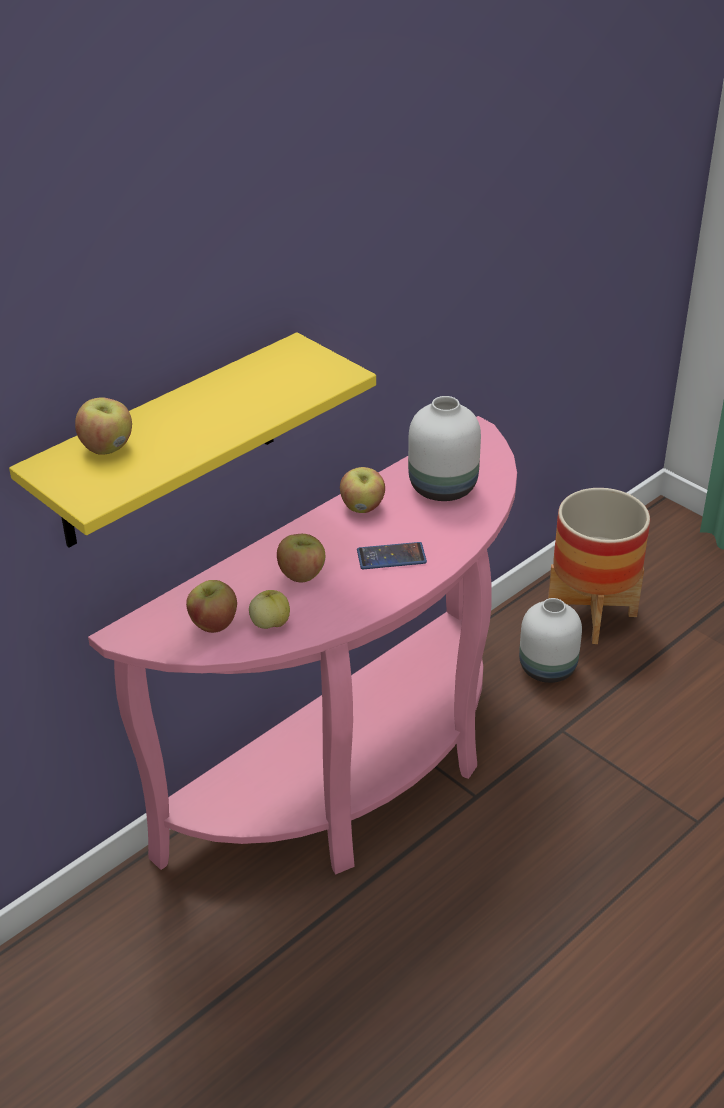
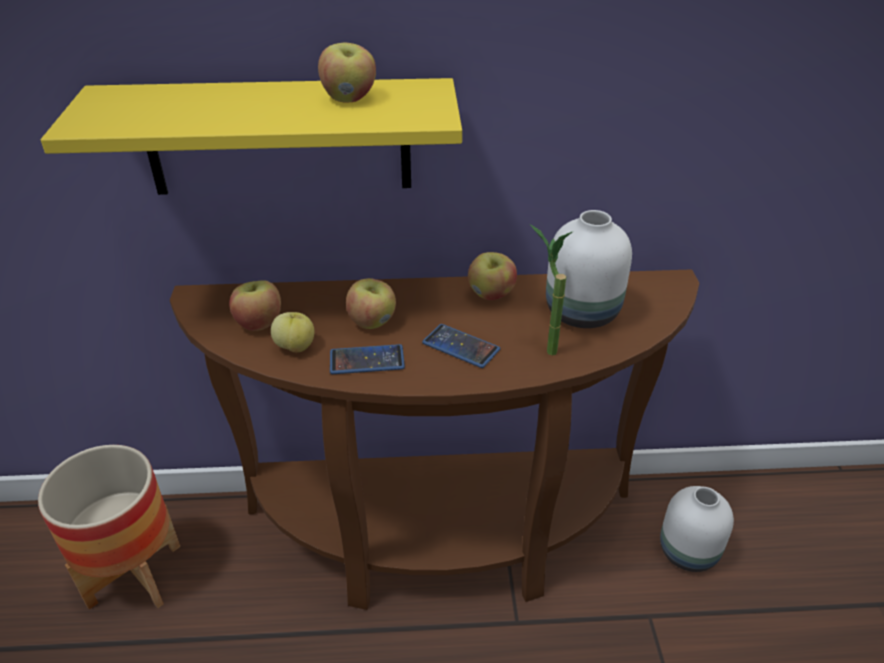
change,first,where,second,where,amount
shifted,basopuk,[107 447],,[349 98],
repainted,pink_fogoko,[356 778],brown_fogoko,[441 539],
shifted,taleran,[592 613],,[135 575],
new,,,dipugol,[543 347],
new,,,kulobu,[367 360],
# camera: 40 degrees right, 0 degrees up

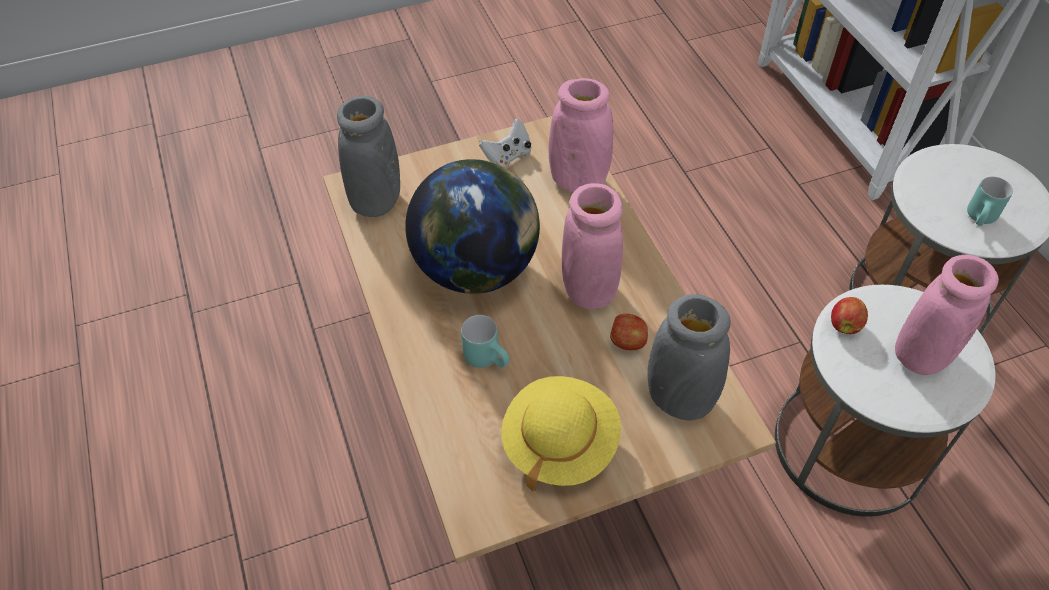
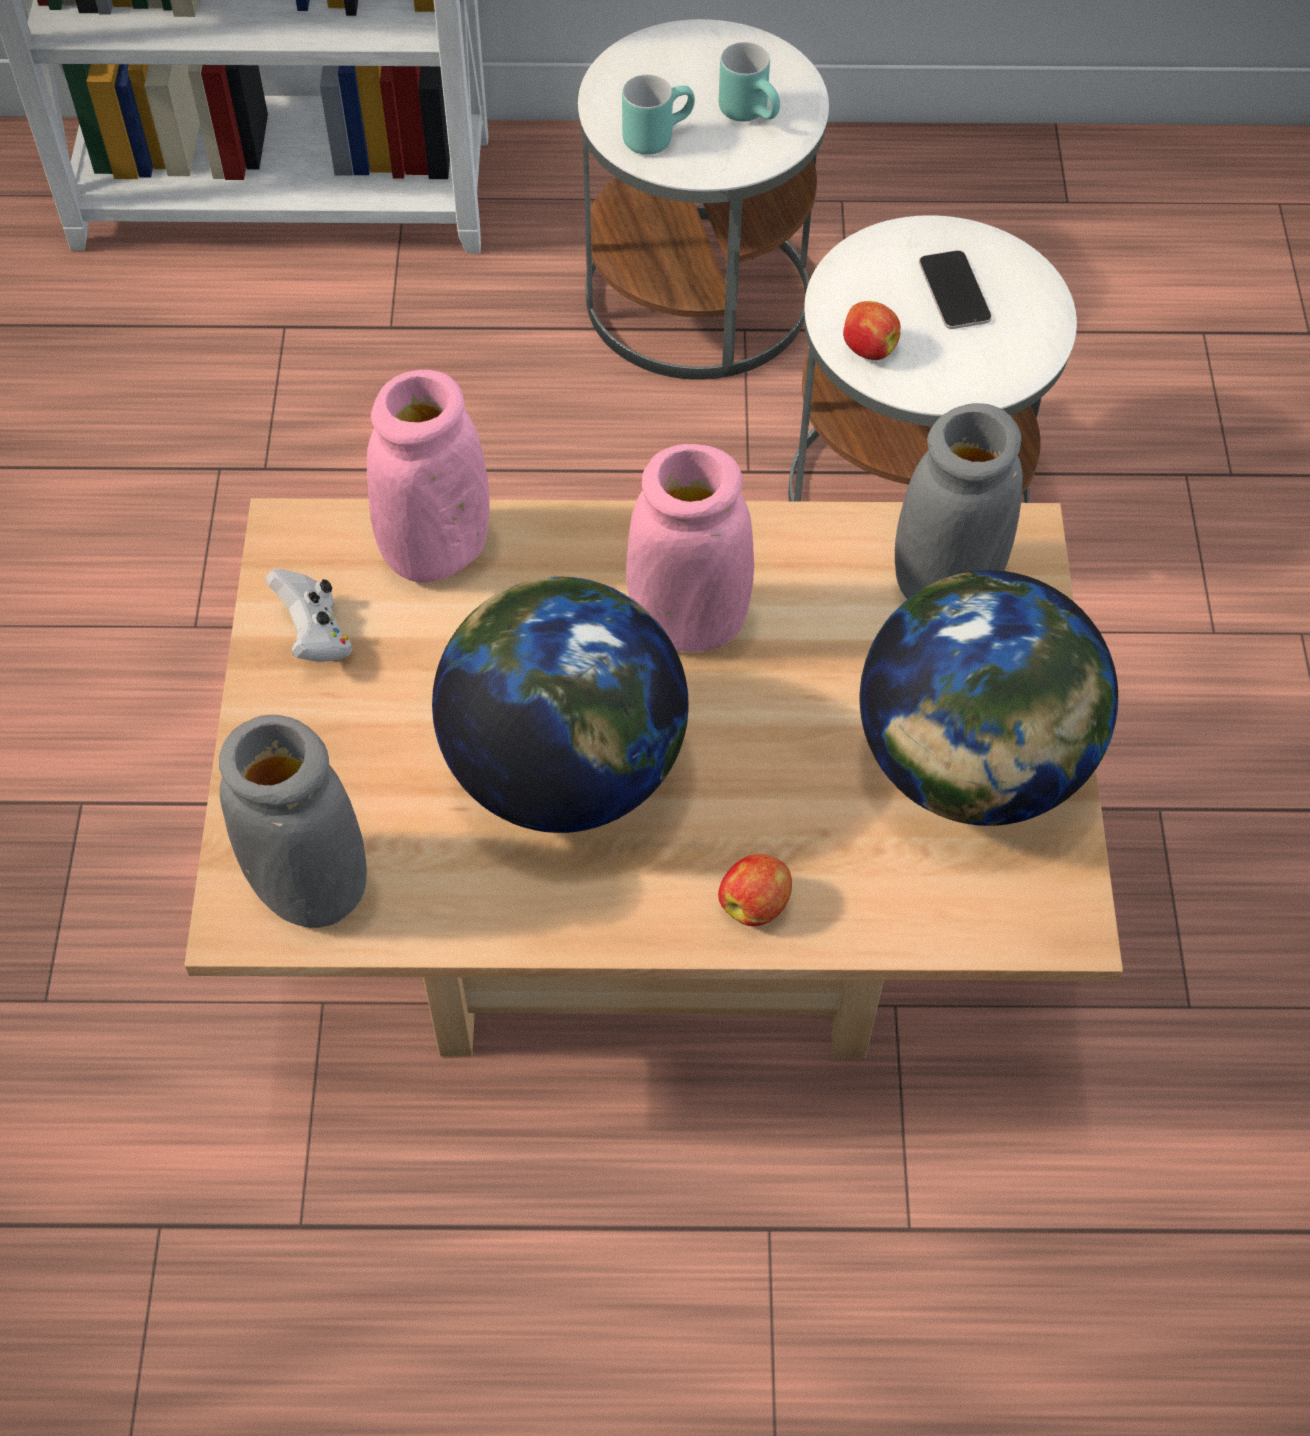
change,first,where,second,where,amount
swapped,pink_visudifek,[922 355],kulobu,[954 291],
shifted,basopuk,[628 342],,[755 904],
shifted,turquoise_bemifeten,[489 358],,[656 135],
swapped,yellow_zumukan,[560 443],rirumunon,[970 765],
# camera: 70 degrees left, 5 degrees up

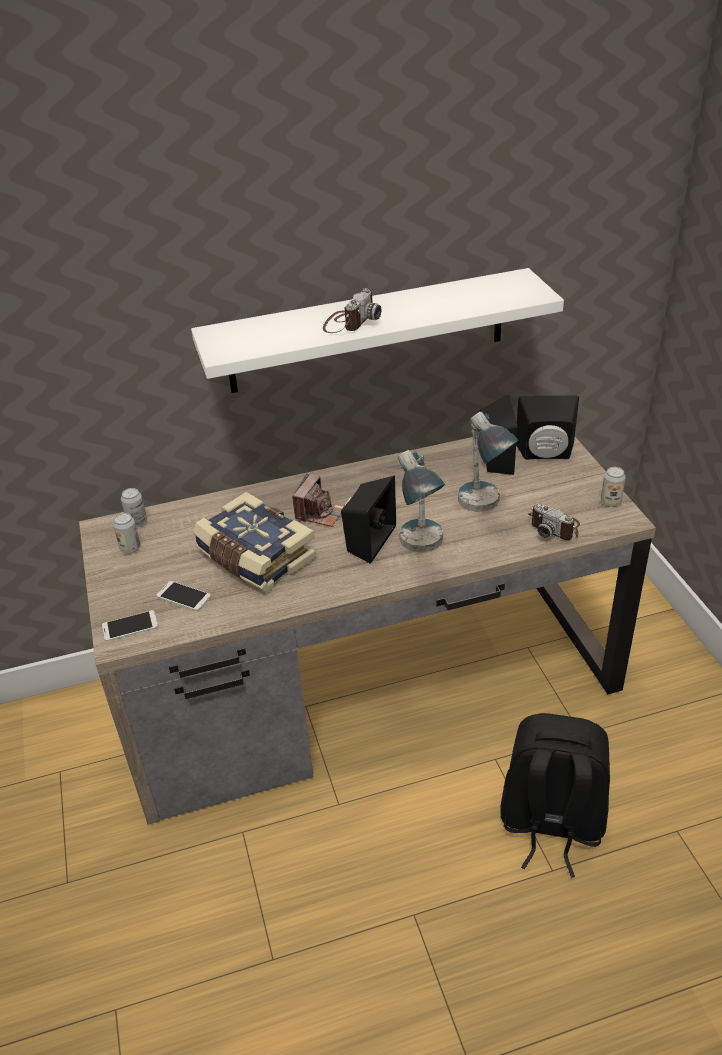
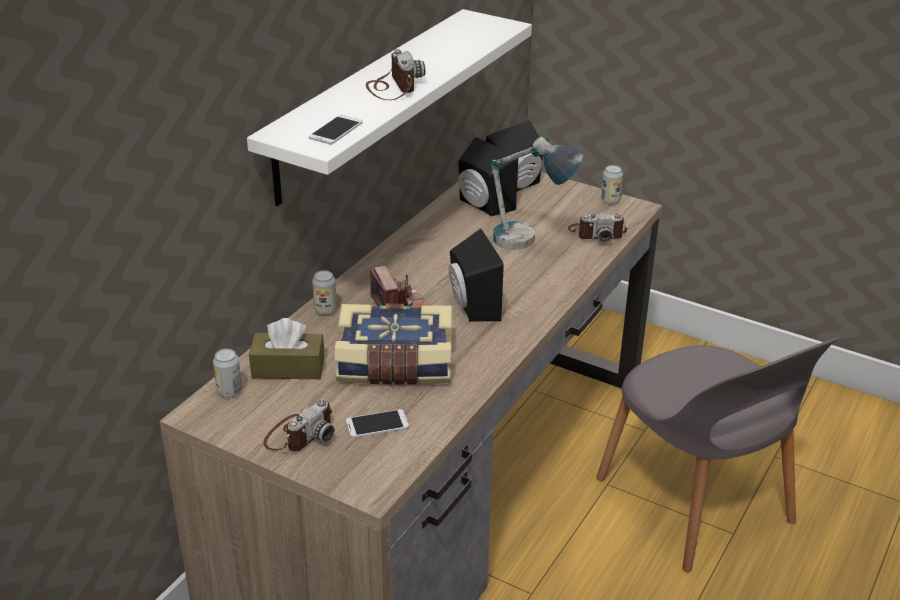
change,first,where,second,where,amount
gone,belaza,[421 551],,,
shifted,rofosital,[130 548],,[325 310],
shifted,kulobu,[130 626],,[336 130],
swapped,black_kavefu,[550 824],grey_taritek,[697 504],
new,,,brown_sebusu,[288 368],
new,,,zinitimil,[299 434],
# camera: 45 degrees left, 5 degrees down

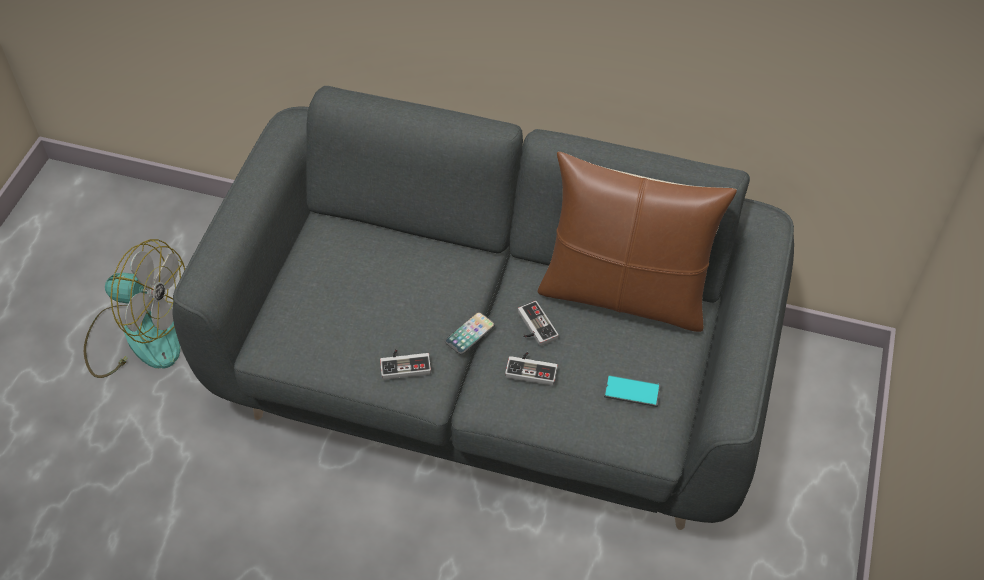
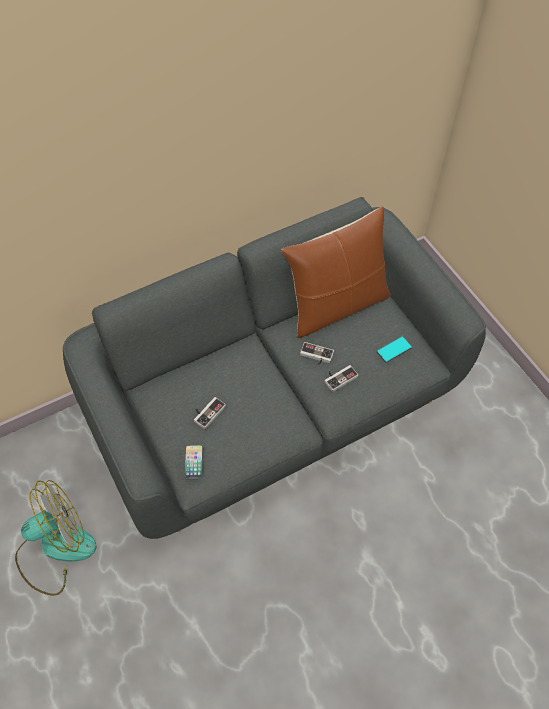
change,first,where,second,where,amount
shifted,kulobu,[470 334],,[193 462],
shifted,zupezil,[405 364],,[207 412],
# camera: 45 degrees left, 5 degrees up

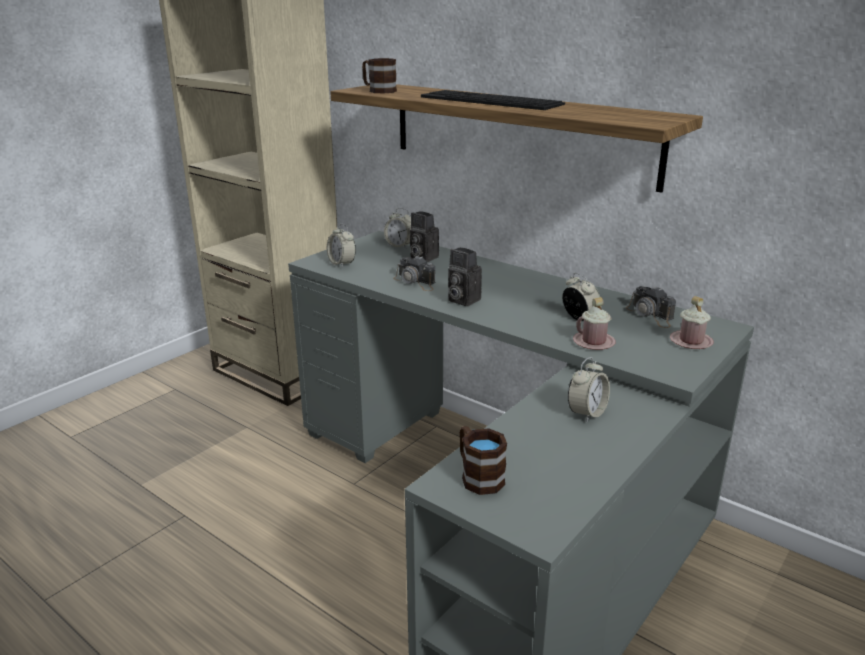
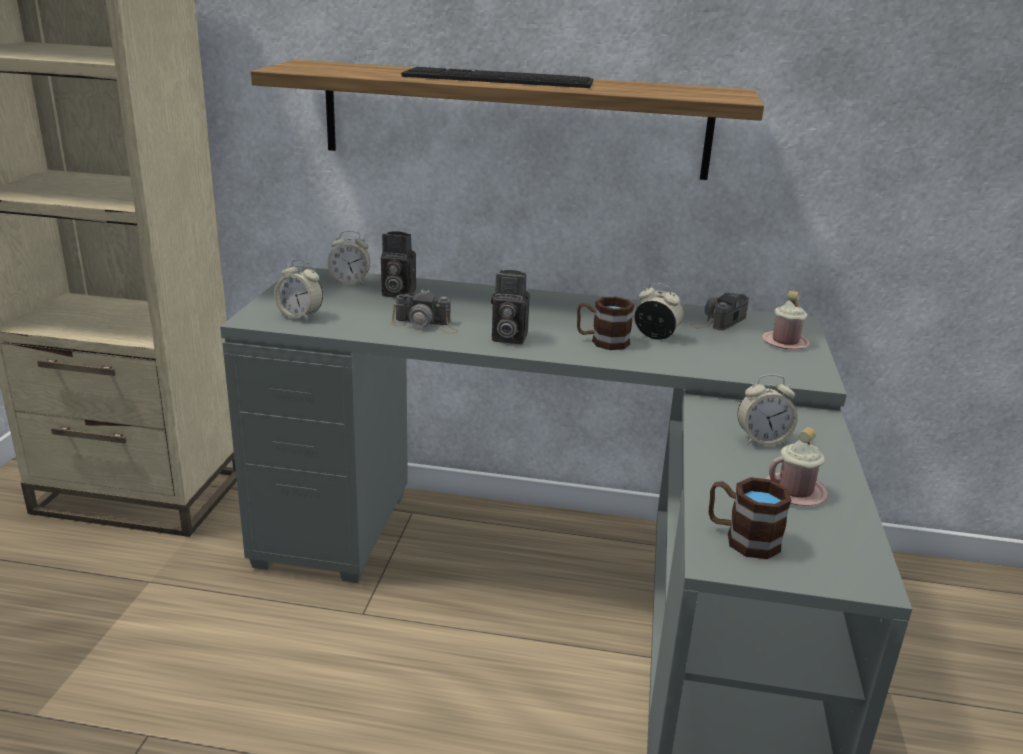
change,first,where,second,where,amount
shifted,brown_bemifeten,[378 91],,[602 341],
rotated,zinitimil,[651 315],,[718 321],105 degrees clockwise
shifted,pink_bemifeten,[593 342],,[795 491],
rotated,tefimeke,[586 413],,[762 440],75 degrees clockwise
# camera: 30 degrees left, 0 degrees up

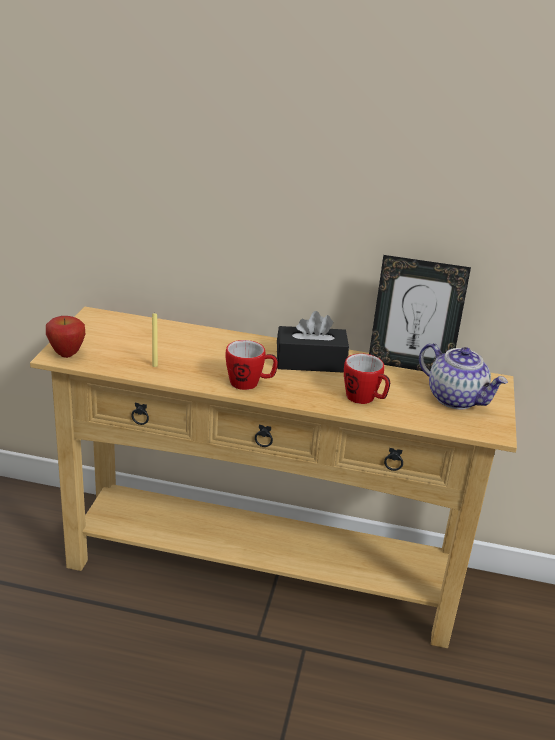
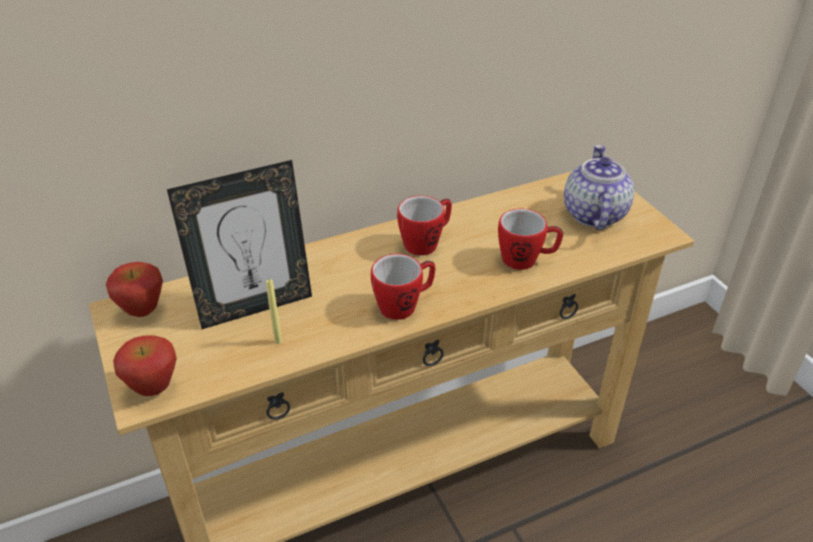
change,first,where,second,where,amount
shifted,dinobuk,[409 365],,[255 306],
swapped,black_sebusu,[310 362],bemifeten,[426 243],
rotated,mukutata,[456 399],,[593 214],90 degrees counterclockwise
new,,,basopuk,[143 311],
# camera: 35 degrees left, 10 degrees up

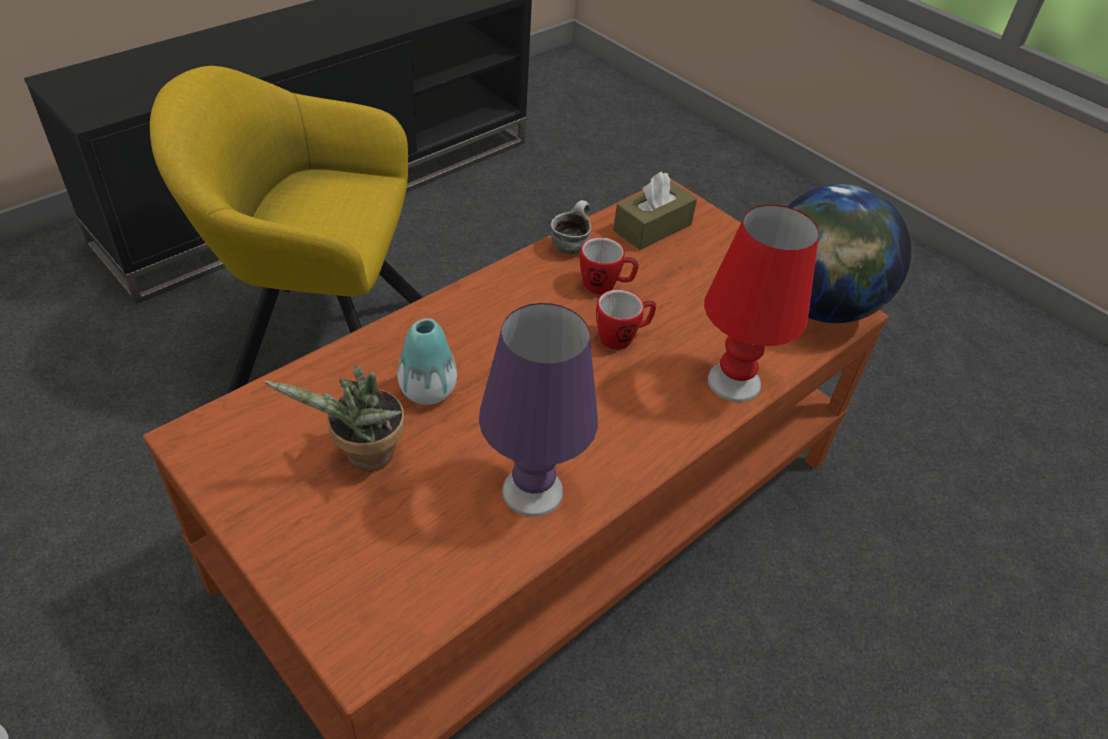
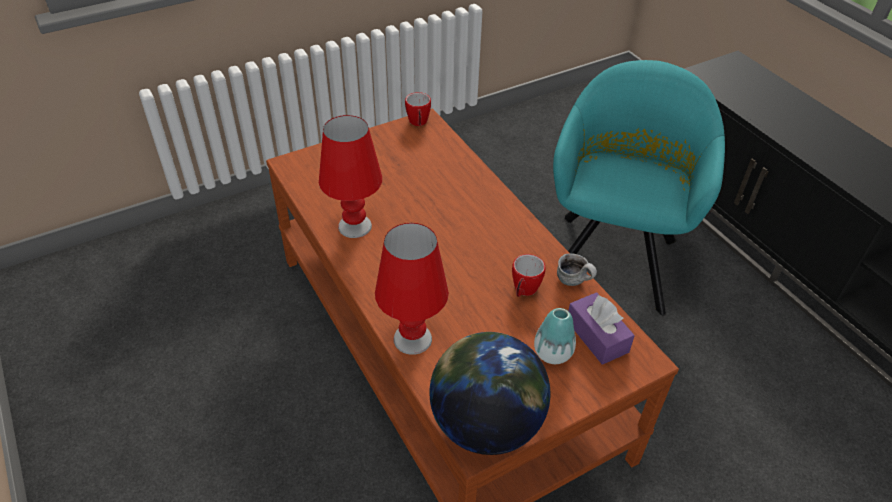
change,first,where,second,where,amount
repainted,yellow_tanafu,[319 342],turquoise_tanafu,[613 256],
repainted,brown_sebusu,[652 227],purple_sebusu,[597 336],
shifted,bemifeten,[622 337],,[418 123],
repainted,purple_belaza,[532 492],red_belaza,[354 226],
shifted,visudifek,[428 391],,[552 353],
gone,dipugol,[365 459],,,
# camera: 105 degrees right, 0 degrees up

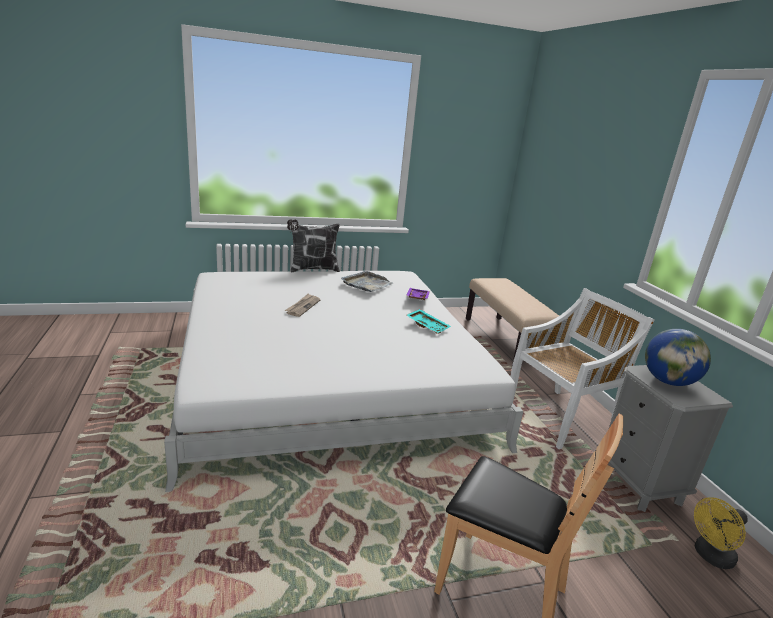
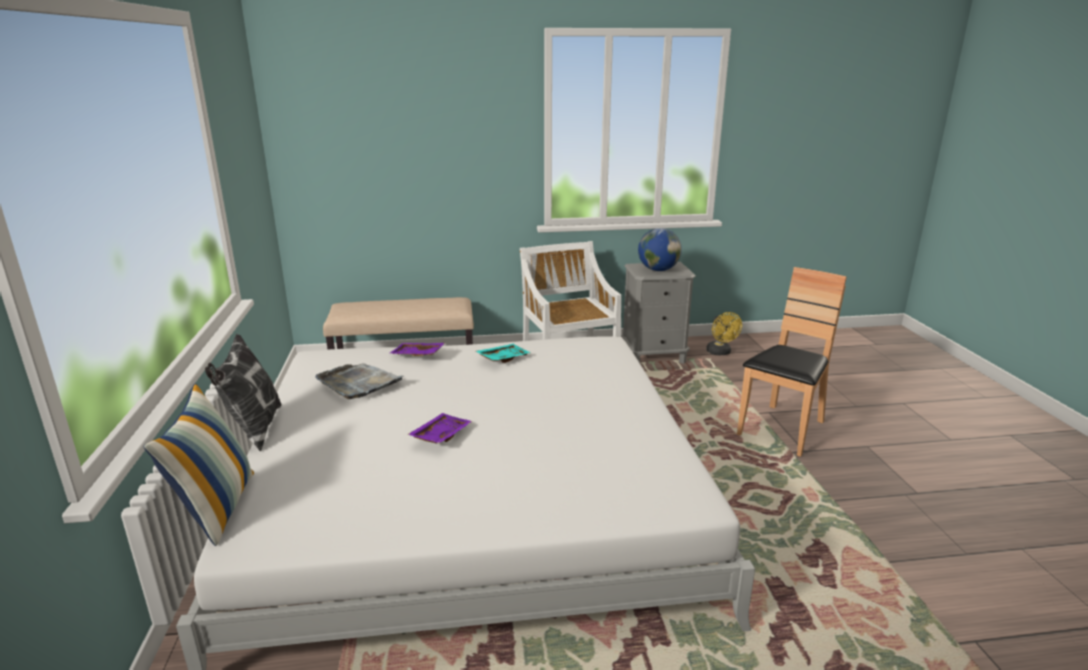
change,first,where,second,where,amount
swapped,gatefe,[303 306],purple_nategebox,[440 435],
new,,,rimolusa,[216 507],
# camera: 80 degrees left, 0 degrees up

